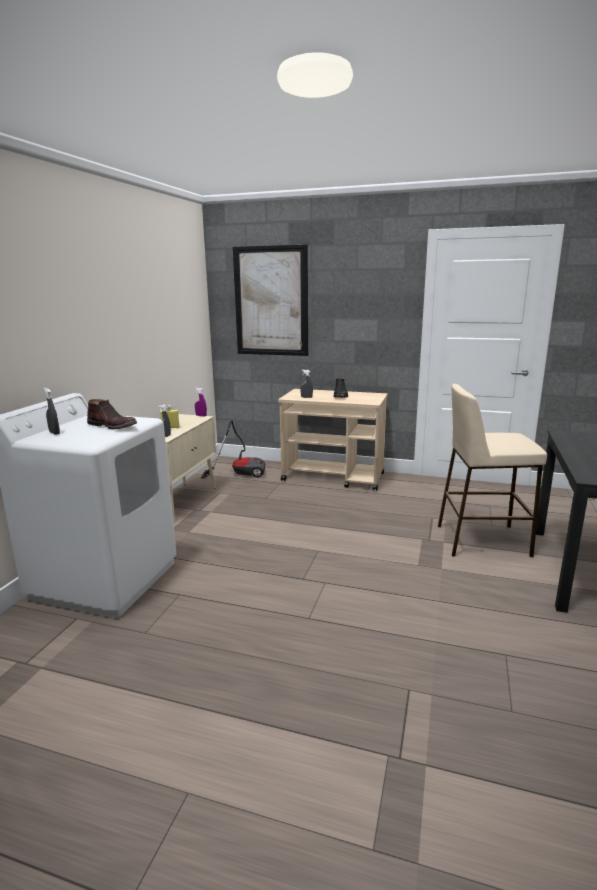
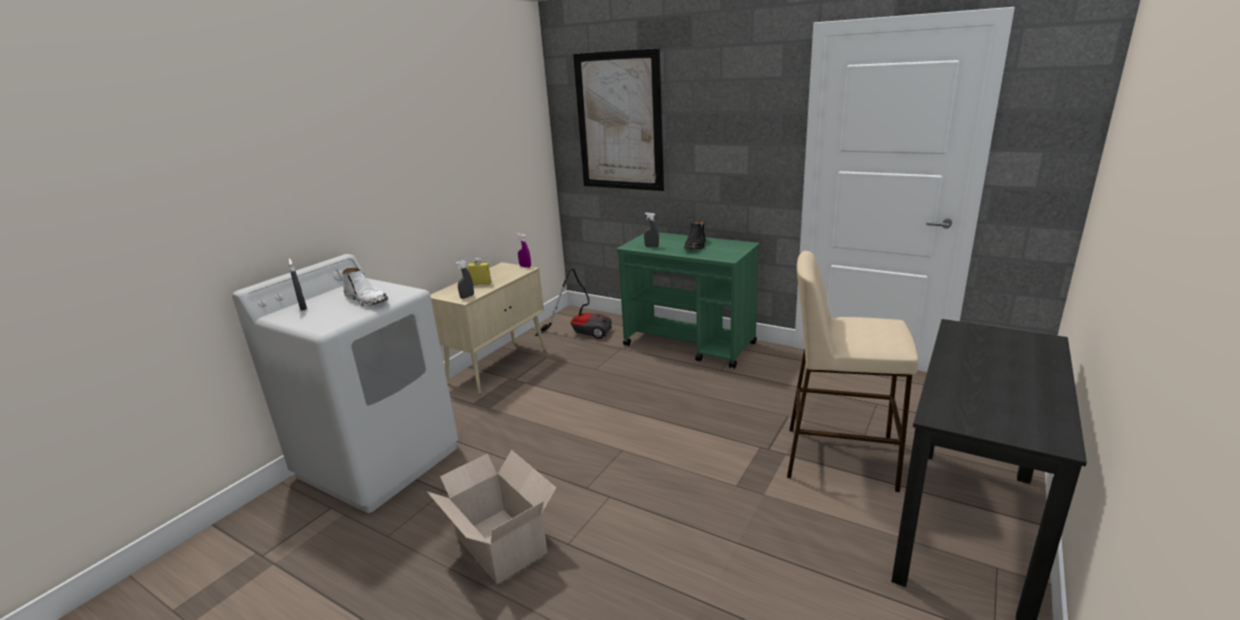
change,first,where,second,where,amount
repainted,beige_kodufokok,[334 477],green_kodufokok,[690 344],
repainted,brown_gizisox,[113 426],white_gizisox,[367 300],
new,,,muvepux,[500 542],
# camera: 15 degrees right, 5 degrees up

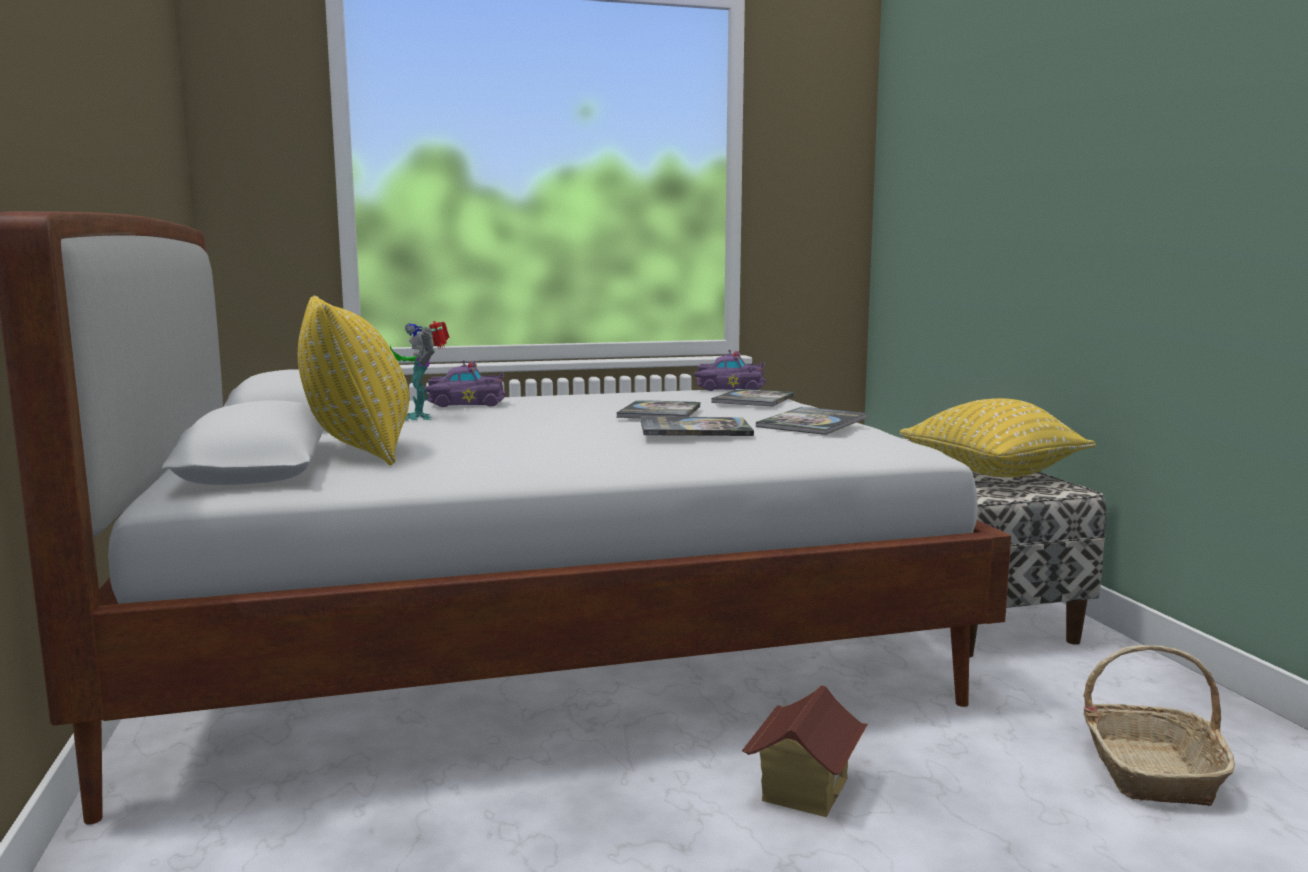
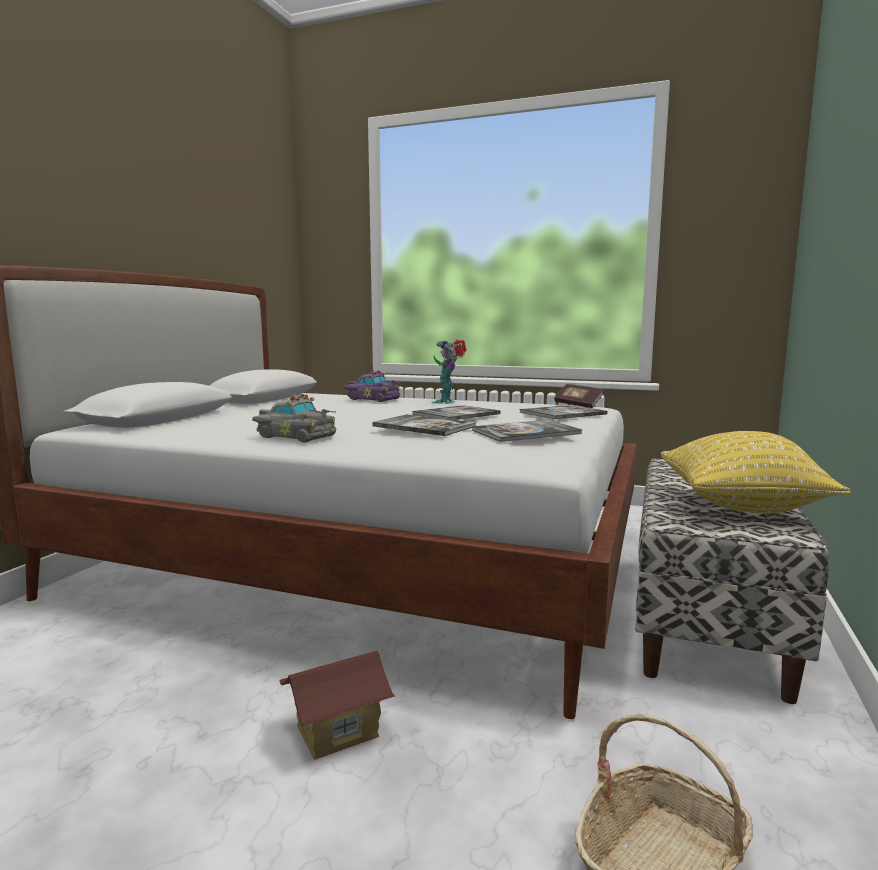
change,first,where,second,where,amount
gone,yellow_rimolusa,[358 451],,,
shifted,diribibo,[420 417],,[447 402],
swapped,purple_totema,[728 388],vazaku,[578 405],
new,,,grey_totema,[295 436],
# camera: 35 degrees right, 0 degrees up

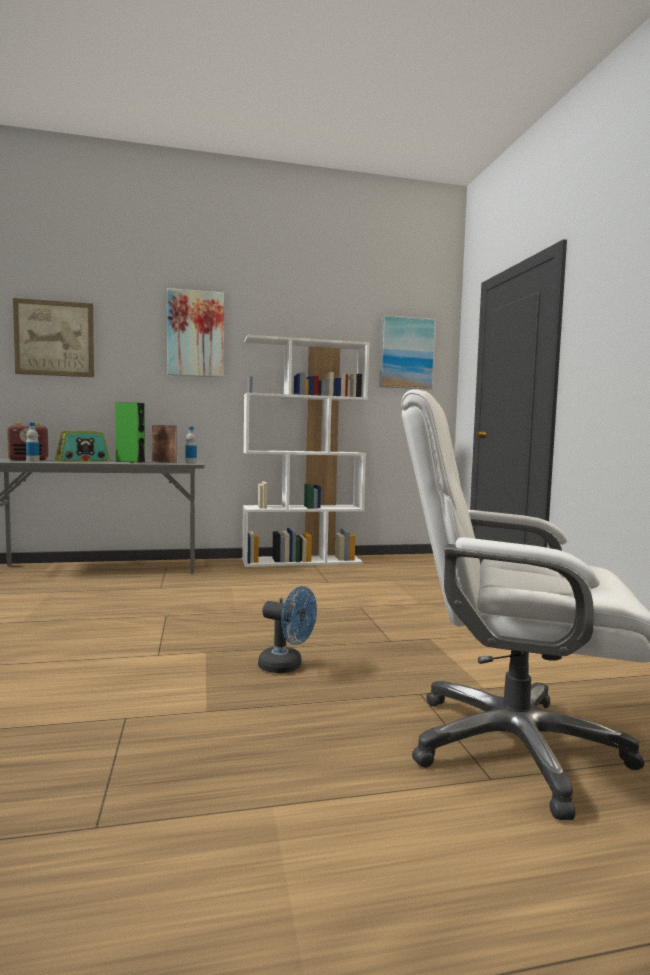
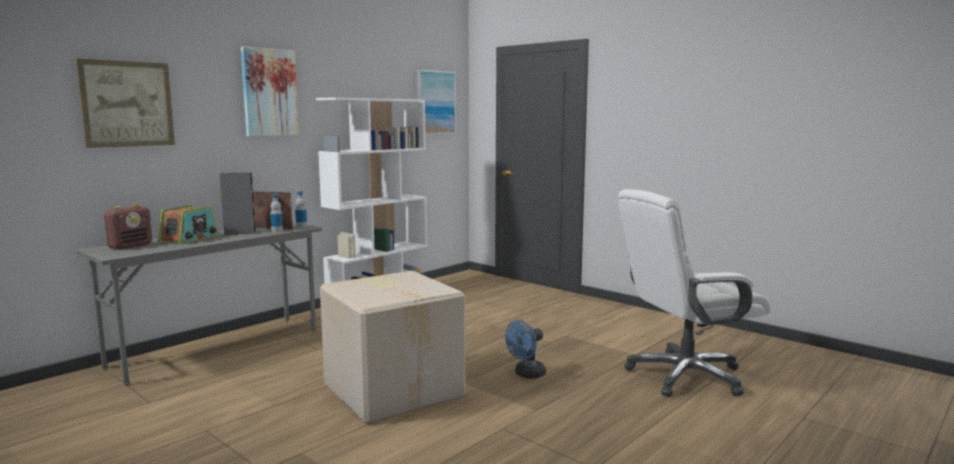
change,first,where,second,where,amount
repainted,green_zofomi,[130 461],grey_zofomi,[239 233],
shifted,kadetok,[33 461],,[277 231],
rotated,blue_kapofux,[287 666],,[526 374],150 degrees clockwise
new,,,muvepux,[394 389],
# camera: 35 degrees left, 5 degrees up

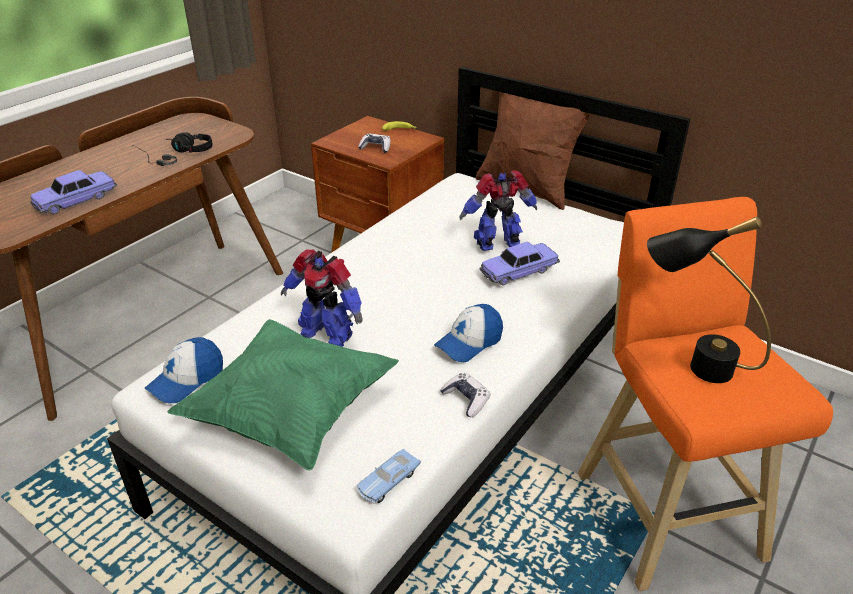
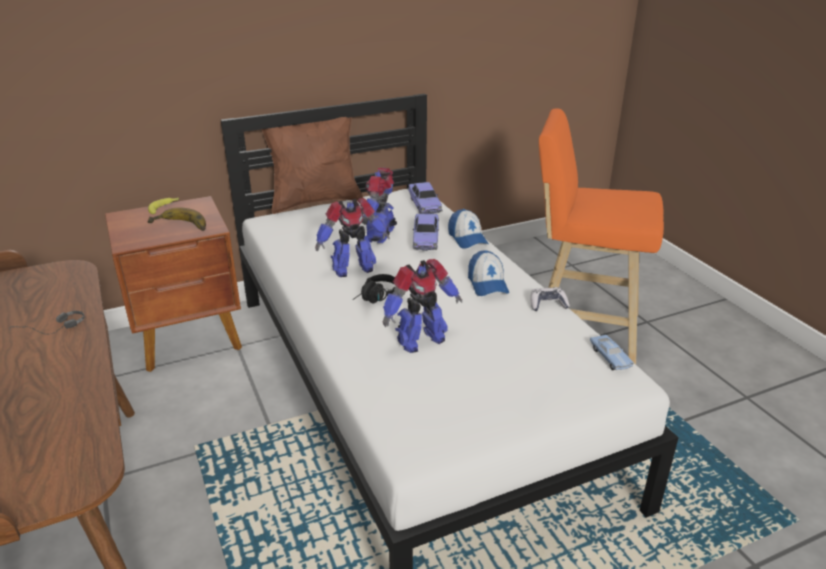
change,first,where,second,where,amount
shifted,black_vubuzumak,[188 150],,[376 297],
swapped,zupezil,[375 148],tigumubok,[179 226],
shifted,totema,[76 200],,[424 205],
gone,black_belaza,[690 362],,,
gone,green_rimolusa,[291 413],,,
shifted,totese,[187 379],,[467 238],
new,,,diribibo,[352 268],
# camera: 60 degrees left, 5 degrees down

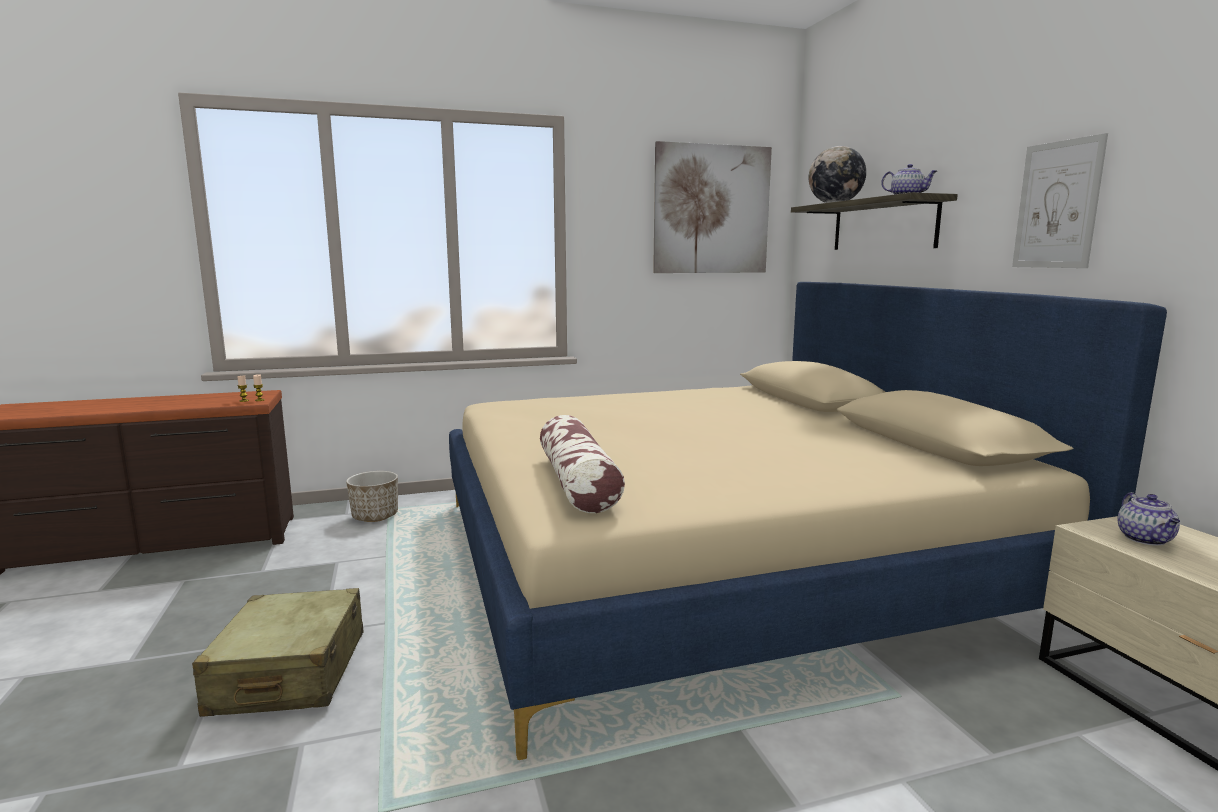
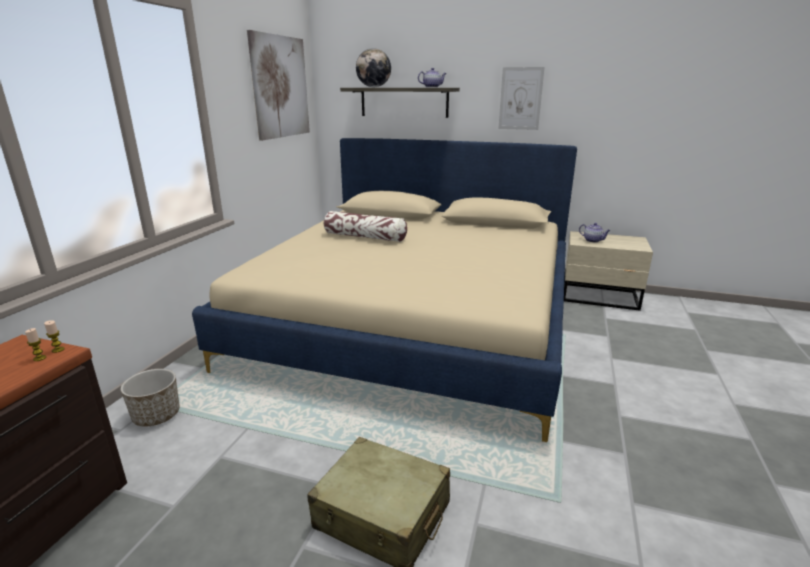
change,first,where,second,where,amount
shifted,rimolusa,[578 482],,[365 237],
# camera: 55 degrees left, 10 degrees up

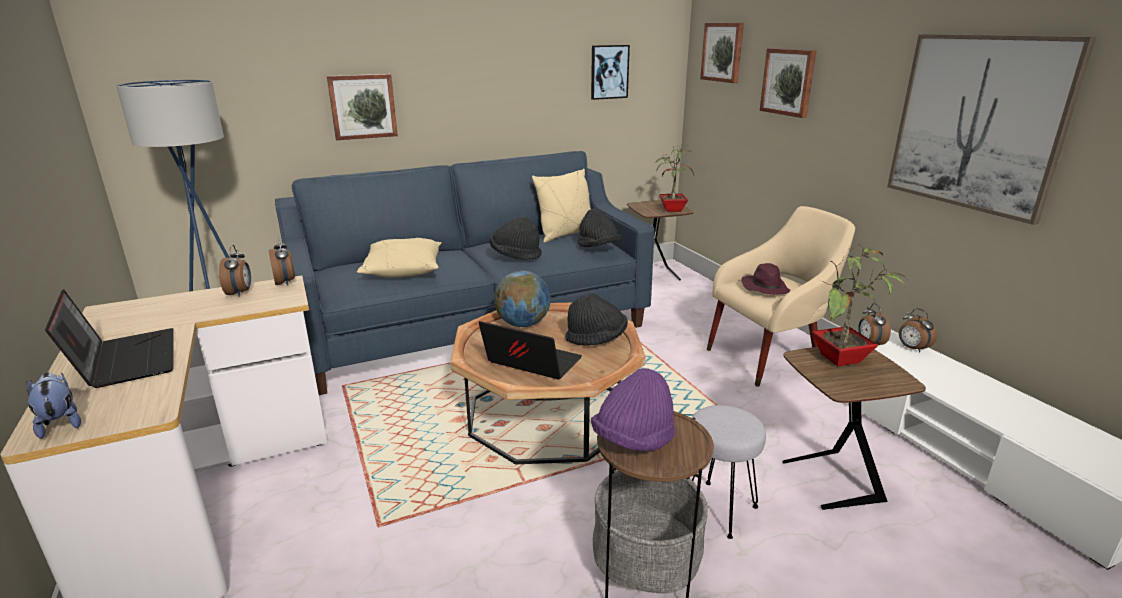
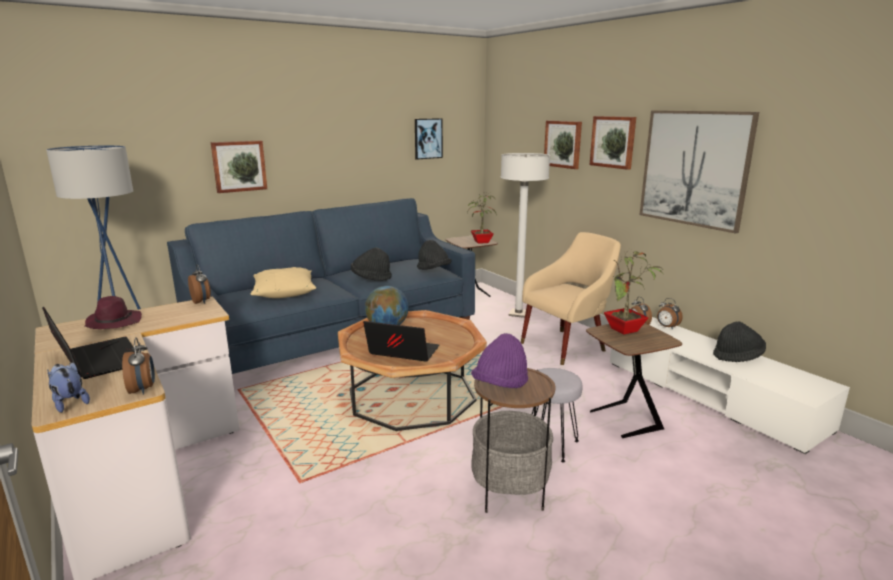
change,first,where,second,where,amount
shifted,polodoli,[723 52],,[613 142],
gone,beige_rimolusa,[566 234],,,
shifted,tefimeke,[240 293],,[143 389],
shifted,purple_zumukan,[764 288],,[113 323],
shifted,black_zumukan,[596 339],,[737 357],
new,,,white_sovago,[518 314],
# camera: 10 degrees left, 5 degrees down

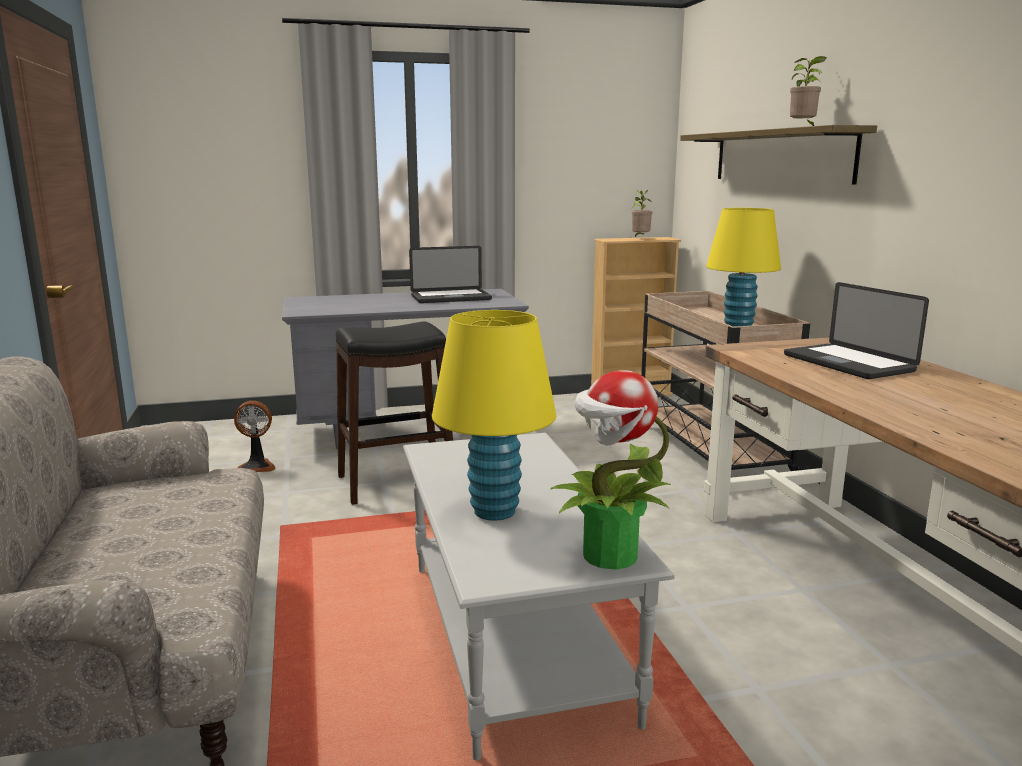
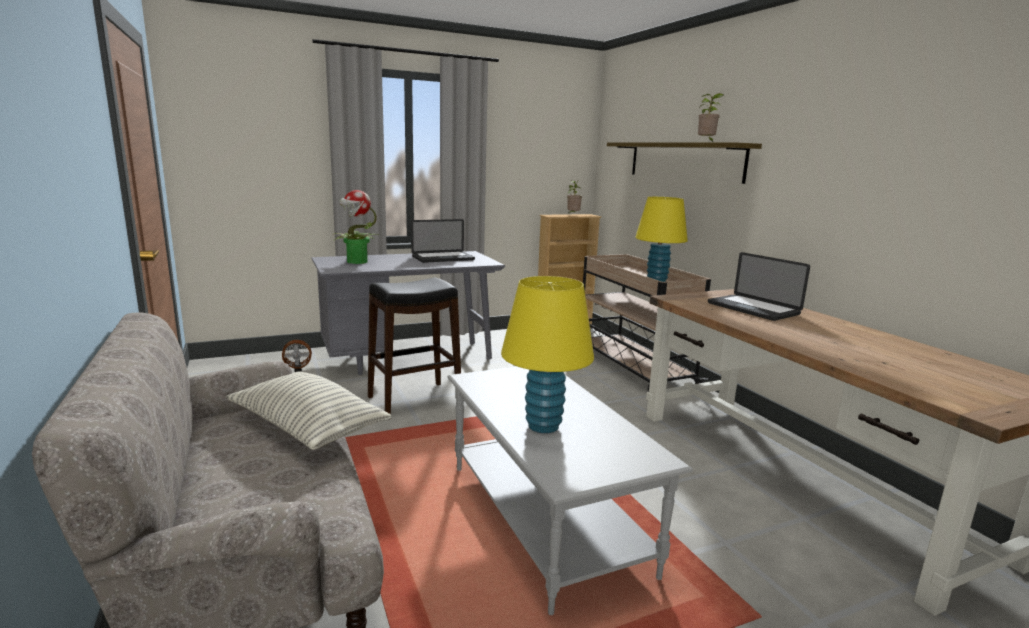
change,first,where,second,where,amount
shifted,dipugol,[608 556],,[356 262],
new,,,rimolusa,[308 428],
# camera: 10 degrees left, 0 degrees up

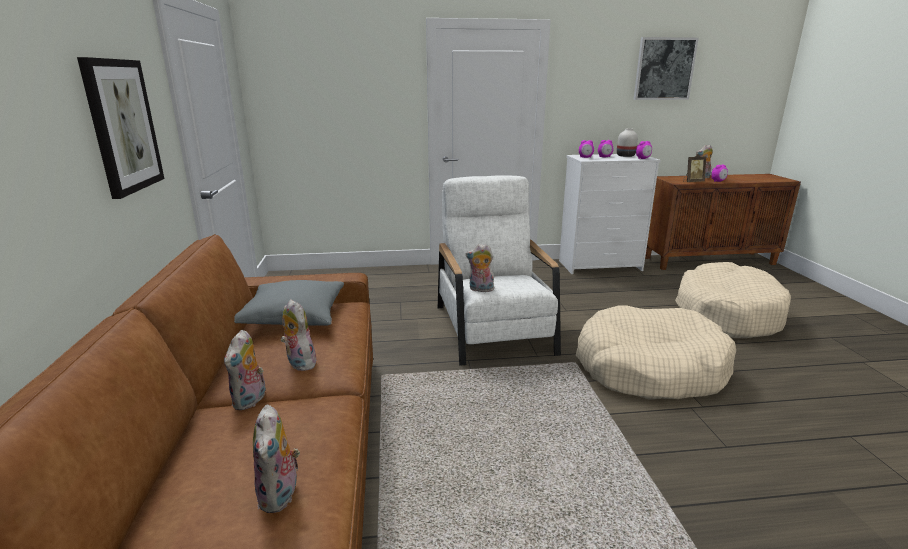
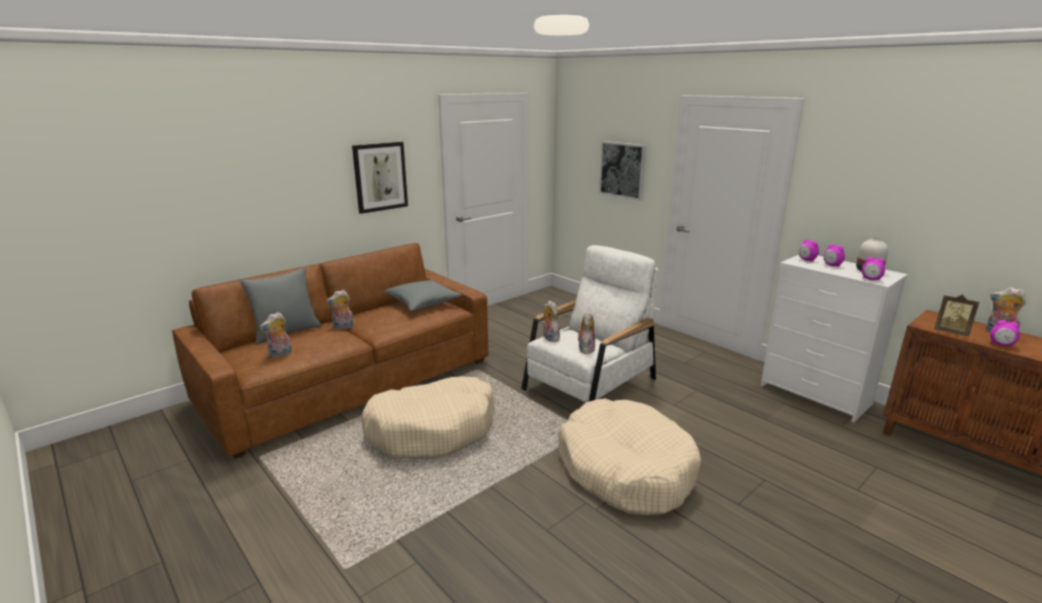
change,first,where,second,where,amount
shifted,polodoli,[664 69],,[622 170],
shifted,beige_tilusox,[727 313],,[433 429],
shifted,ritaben,[299 363],,[585 349],
new,,,grey_rimolusa,[286 332],
# camera: 55 degrees right, 0 degrees up

